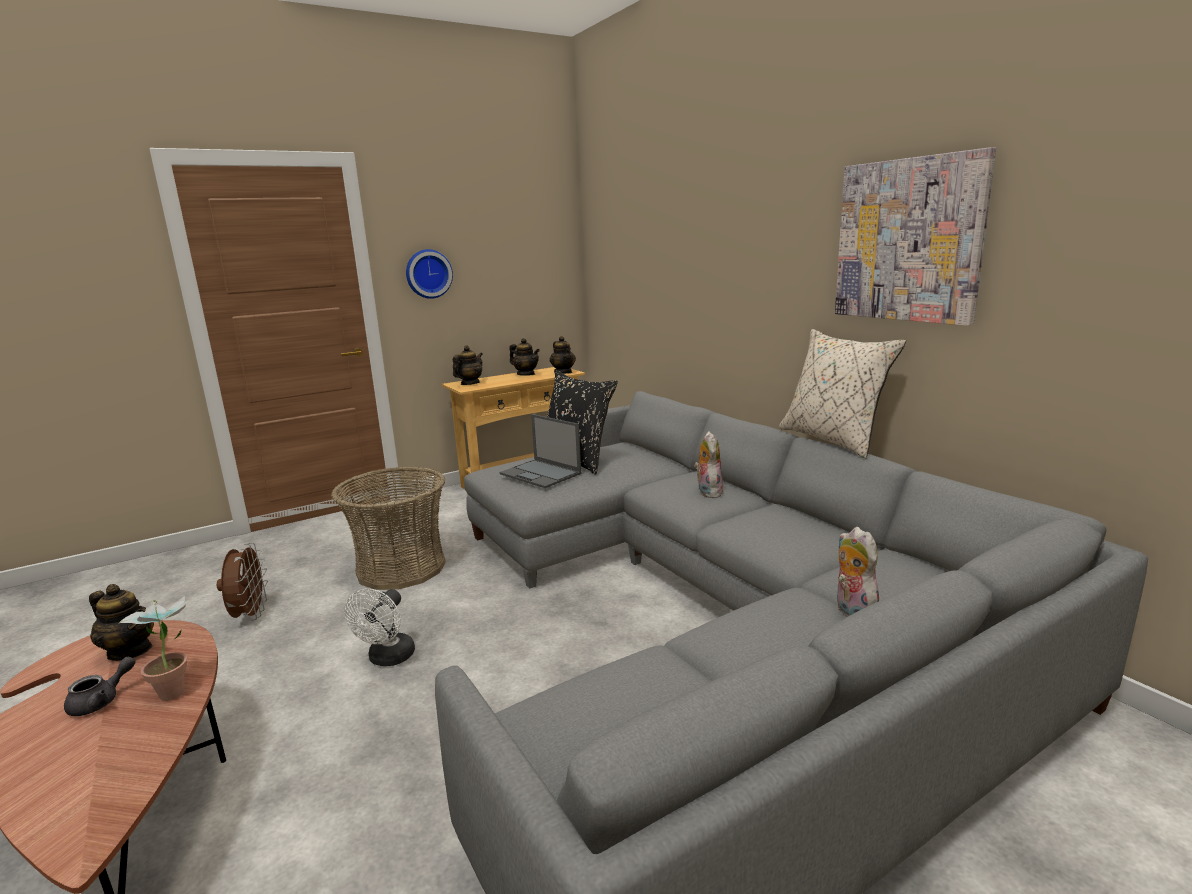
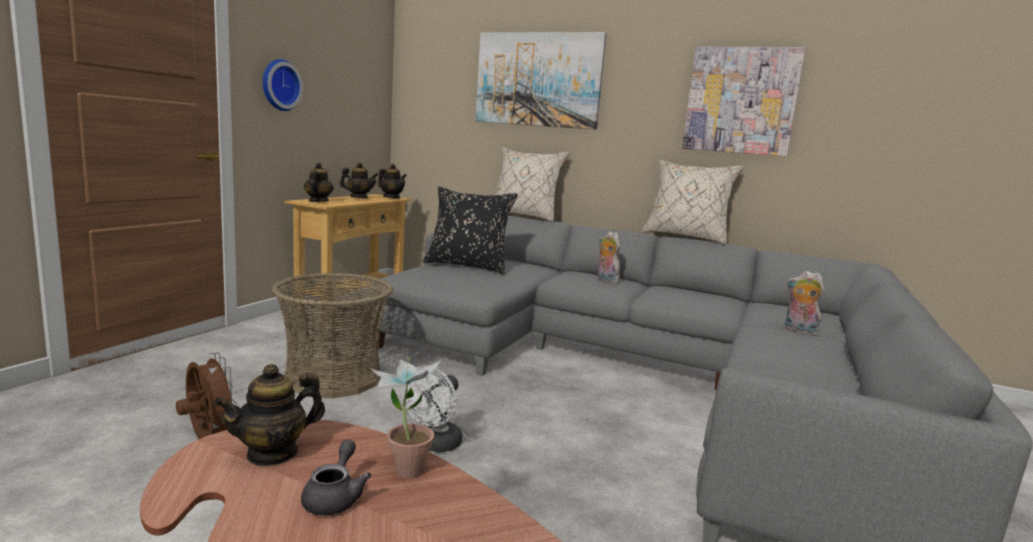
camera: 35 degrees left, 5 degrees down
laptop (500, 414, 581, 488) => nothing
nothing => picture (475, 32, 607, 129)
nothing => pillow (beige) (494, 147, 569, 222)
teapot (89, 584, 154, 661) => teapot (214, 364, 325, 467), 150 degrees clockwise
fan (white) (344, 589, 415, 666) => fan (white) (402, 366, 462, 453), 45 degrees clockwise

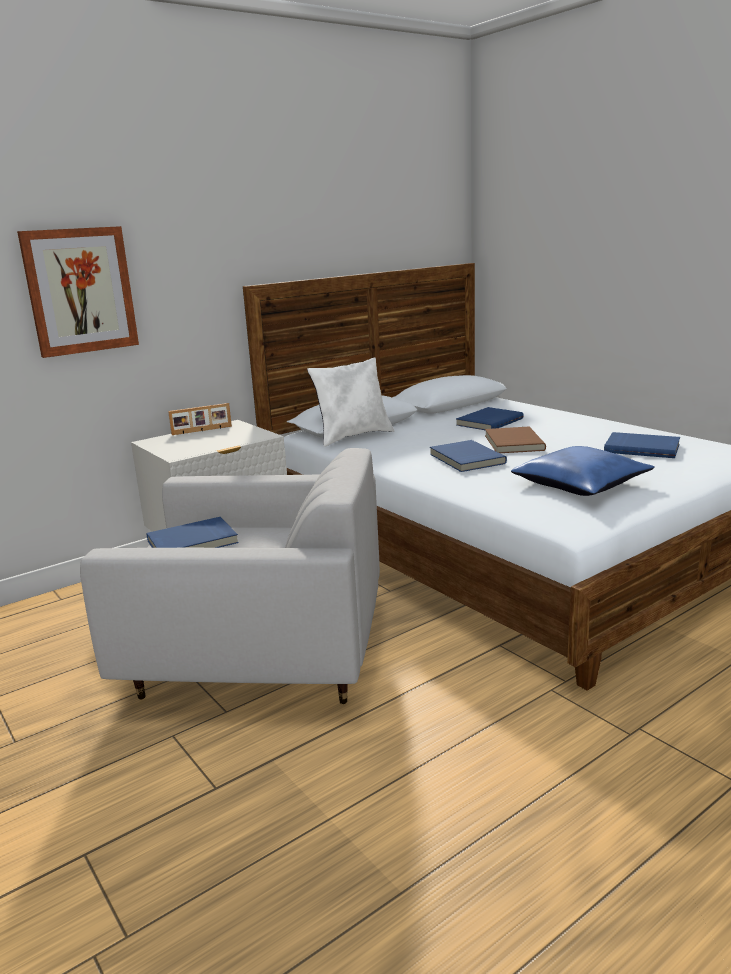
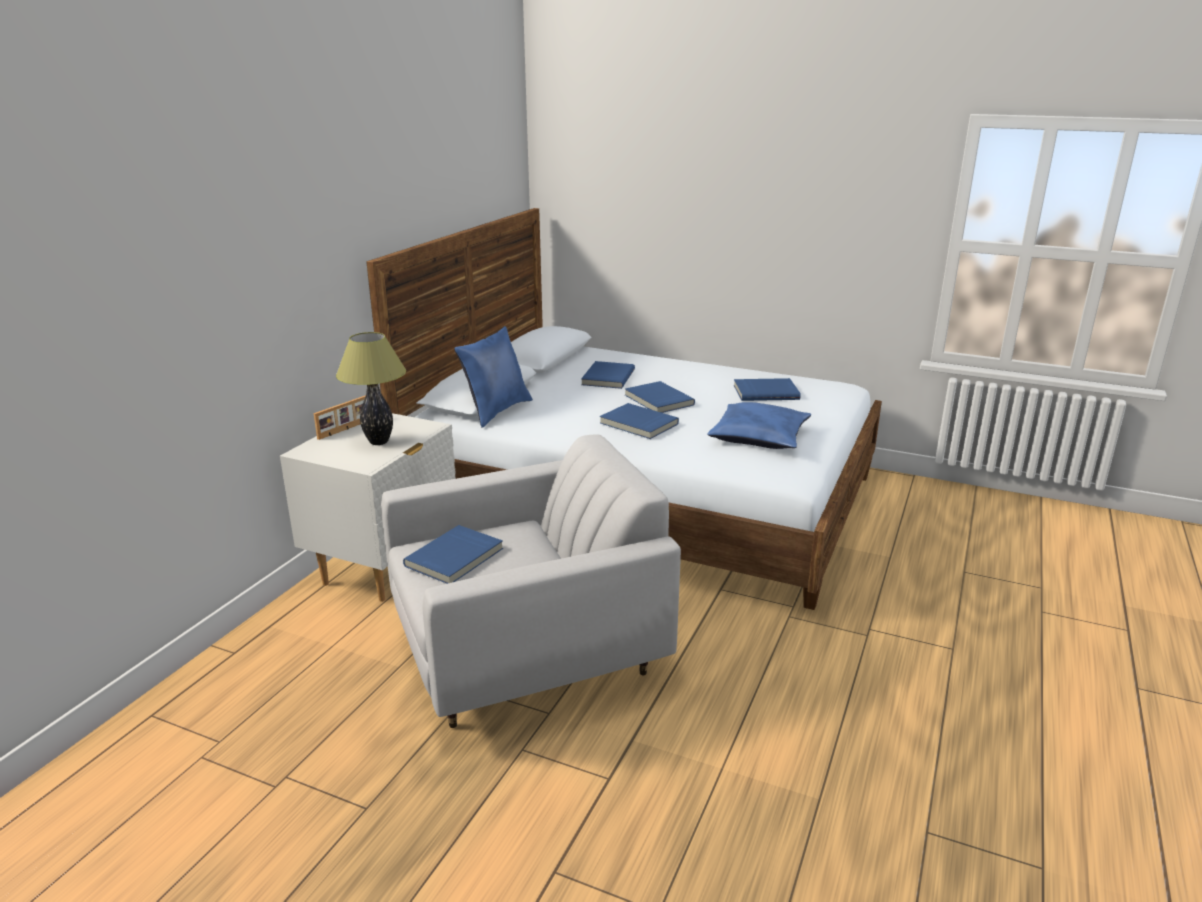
camera: 30 degrees left, 5 degrees up
picture (17, 226, 139, 358) => nothing
nothing => table lamp (336, 332, 406, 445)
pillow (white) (307, 357, 394, 447) => pillow (blue) (454, 326, 533, 428)
book (brown) (485, 427, 546, 453) => book (blue) (625, 381, 695, 413)

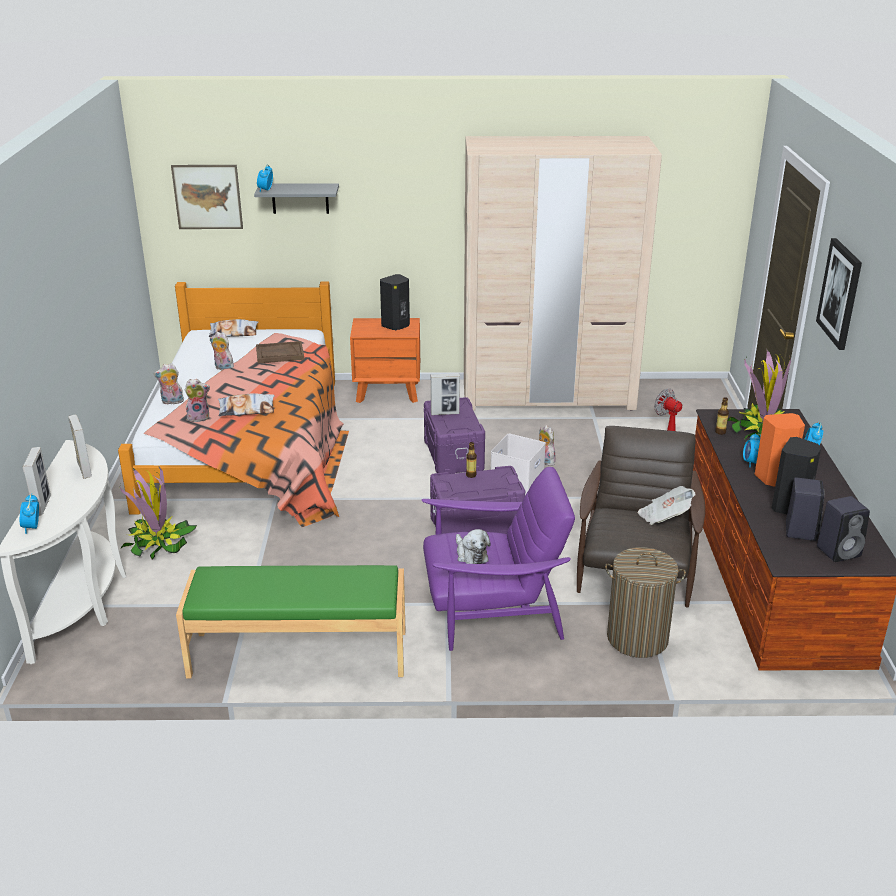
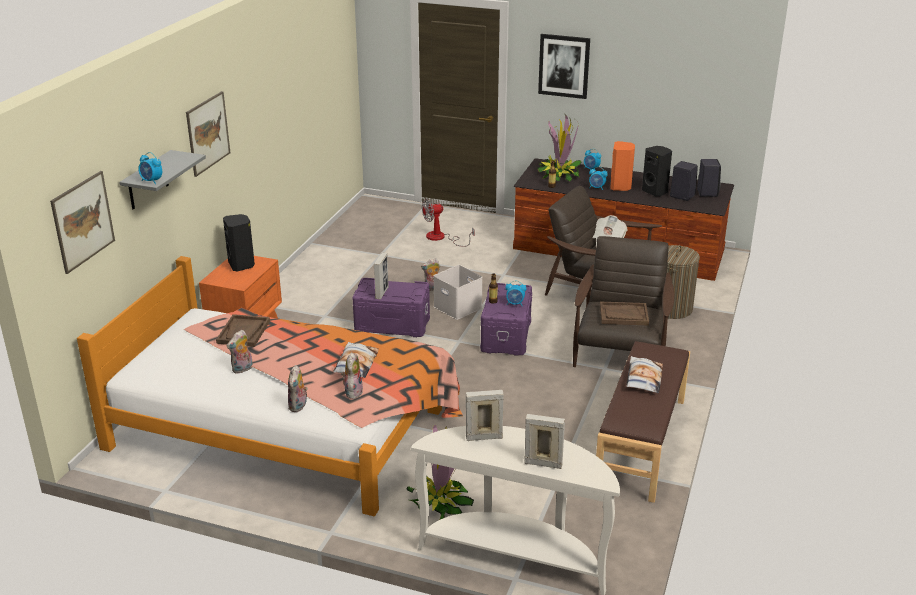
camera: 70 degrees left, 0 degrees up
wardrobe (beige) (464, 136, 662, 411) => nothing
nothing => picture (186, 91, 230, 177)
alarm clock (20, 494, 39, 534) => alarm clock (505, 281, 526, 306), relocated
pillow (209, 319, 258, 337) => pillow (626, 356, 663, 393), relocated
plush toy (456, 529, 491, 564) => tray (brown) (600, 302, 649, 326)
bench (green) (176, 565, 405, 678) => bench (brown) (596, 341, 690, 503)
armchair (purple) (421, 467, 575, 651) => armchair (brown) (573, 236, 674, 367)

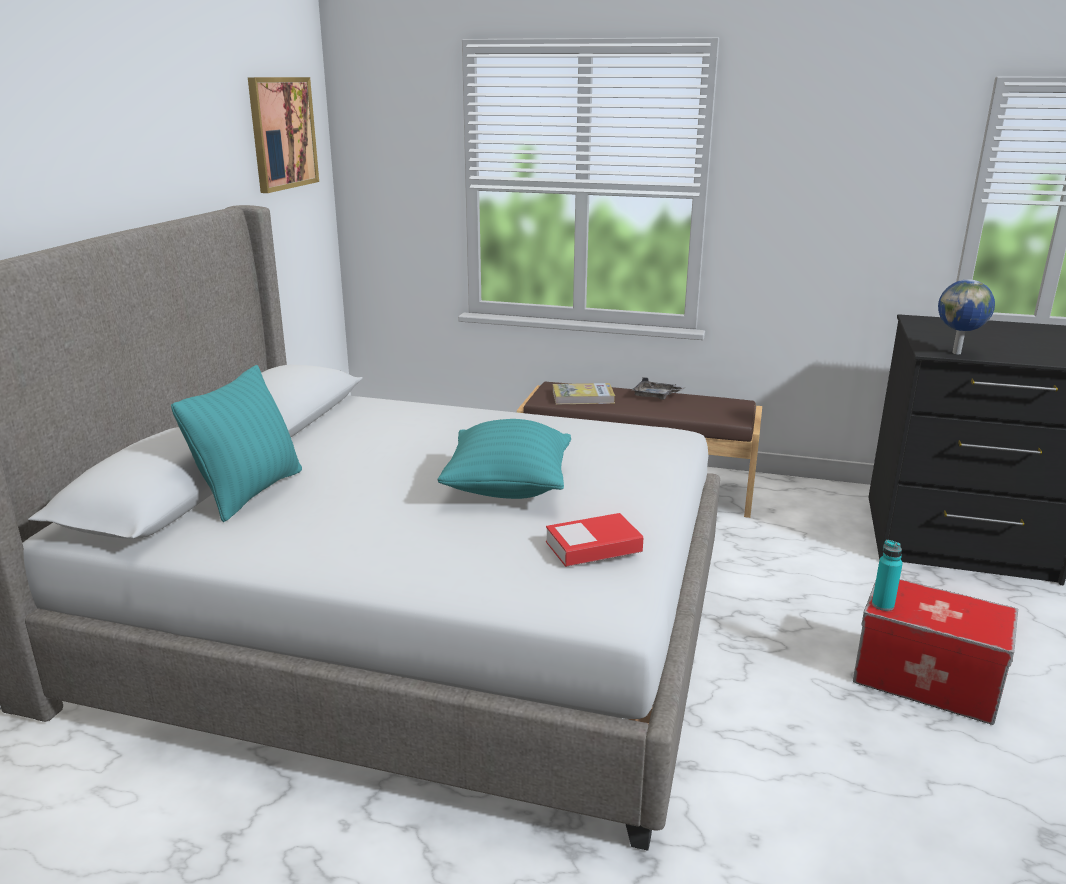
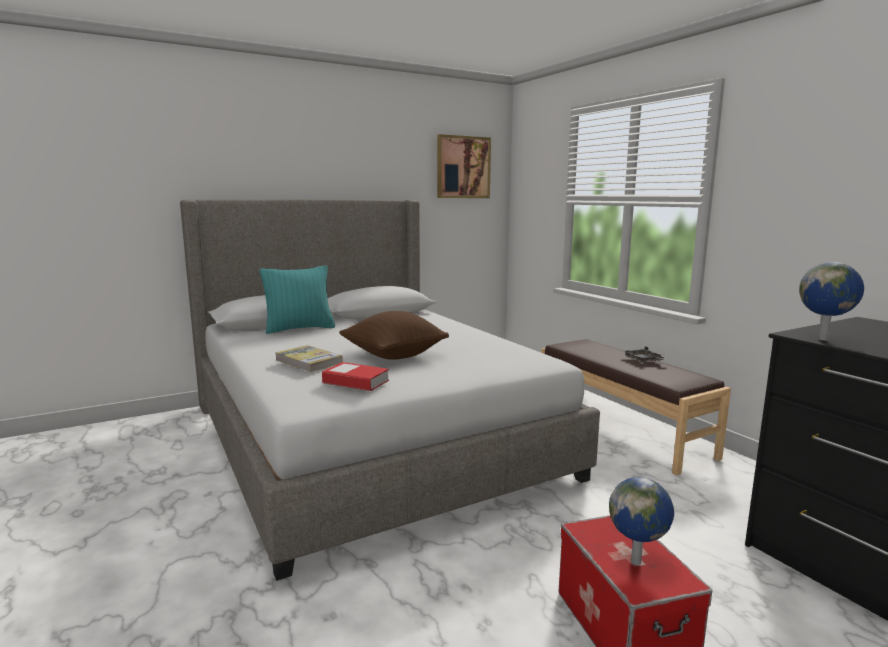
camera: 45 degrees right, 10 degrees down
bottle (turquoise) (872, 540, 903, 611) => nothing
nothing => globe (609, 477, 674, 565)
book (553, 383, 615, 404) => book (275, 345, 343, 372), relocated
pillow (turquoise) (437, 419, 571, 499) => pillow (brown) (339, 311, 449, 360)

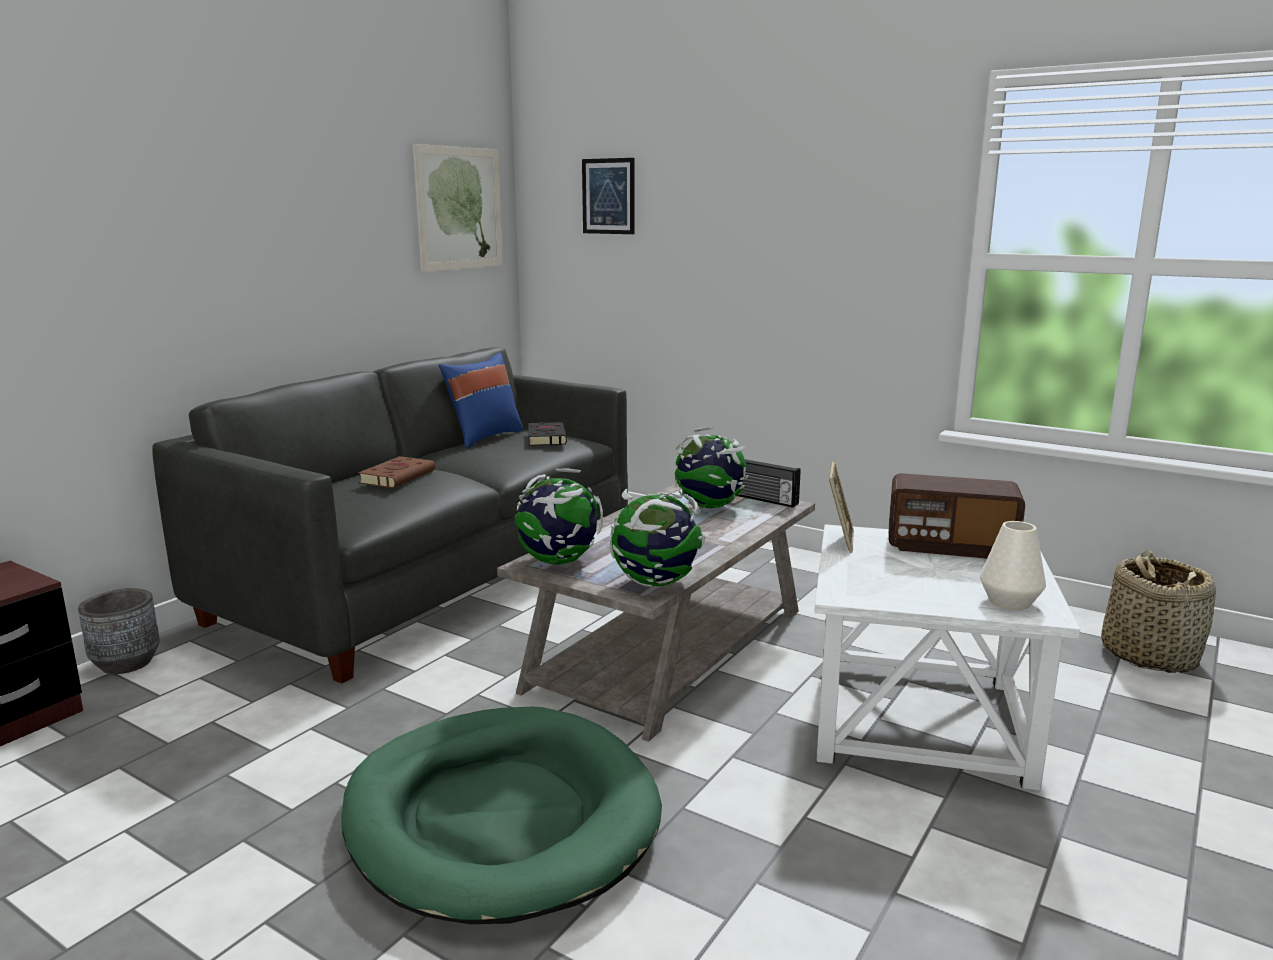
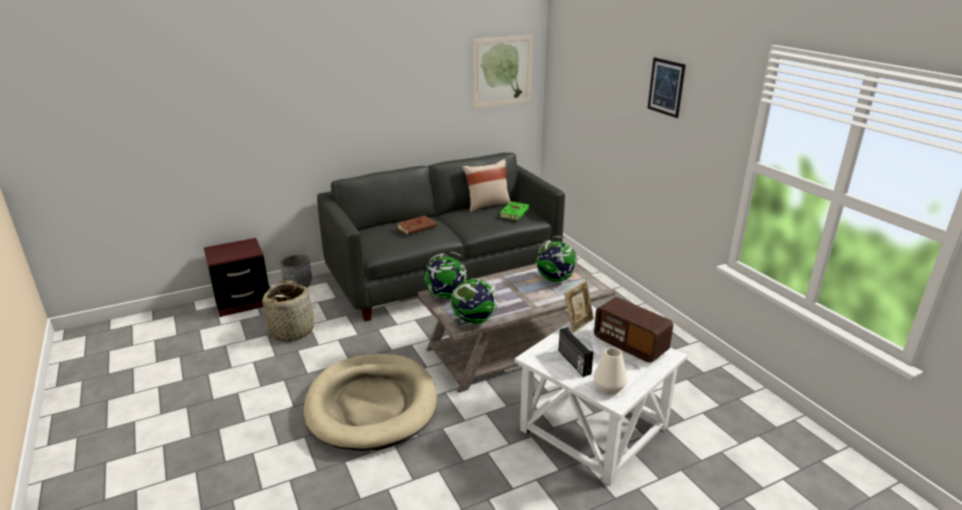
camera: 30 degrees right, 10 degrees up
picture (582, 158, 635, 234) => picture (648, 57, 686, 118), relocated
radio (737, 459, 801, 508) => radio (559, 327, 593, 377), relocated
basket (1101, 550, 1216, 673) => basket (262, 280, 315, 342), relocated
dog bed (green) (341, 707, 662, 924) => dog bed (beige) (304, 354, 437, 451)
pillow (blue) (438, 352, 524, 449) => pillow (beige) (462, 159, 511, 212)
book (black) (528, 422, 567, 446) => book (green) (500, 202, 530, 220)

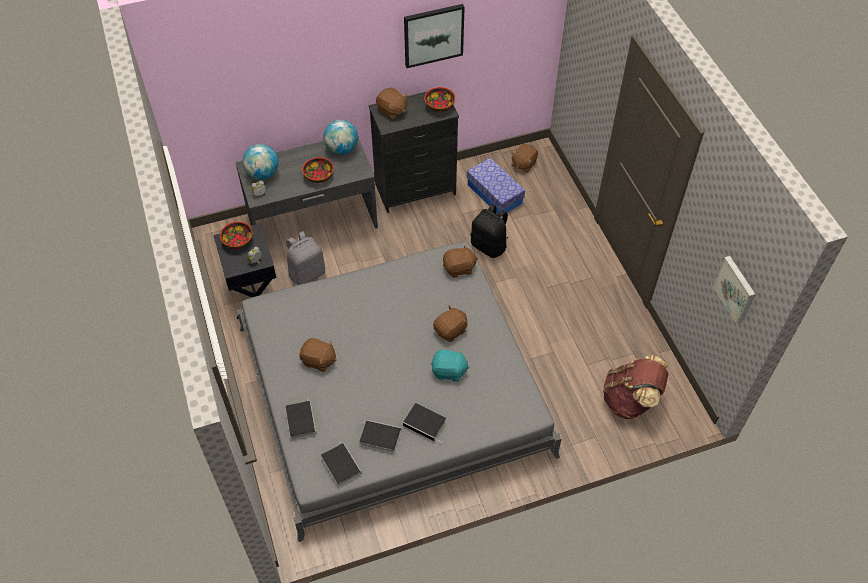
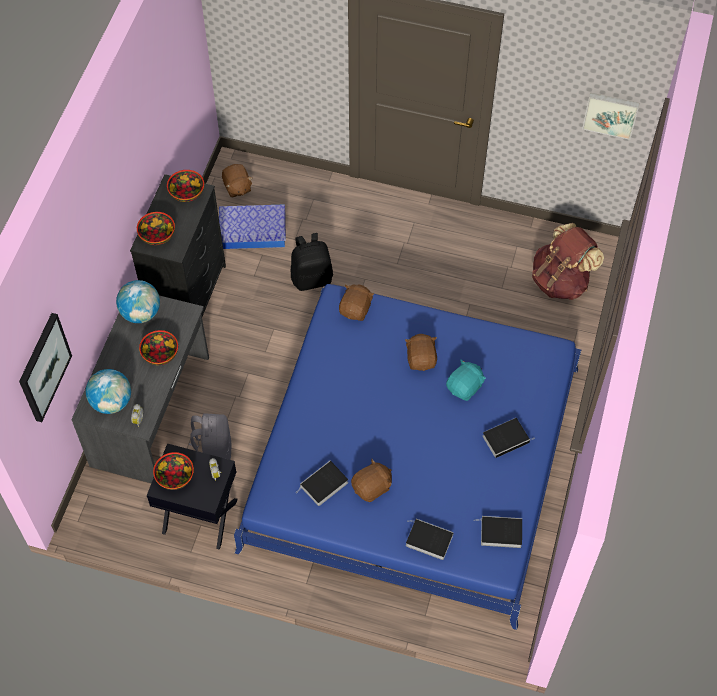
camera: 55 degrees left, 5 degrees up
book (359, 420, 401, 453) => book (296, 461, 348, 506), relocated
picture (404, 4, 465, 68) => picture (19, 313, 72, 422), relocated
plush toy (brown) (376, 87, 407, 120) => bowl (137, 212, 175, 245)
bed (grey) (236, 241, 562, 542) => bed (blue) (234, 284, 581, 630)

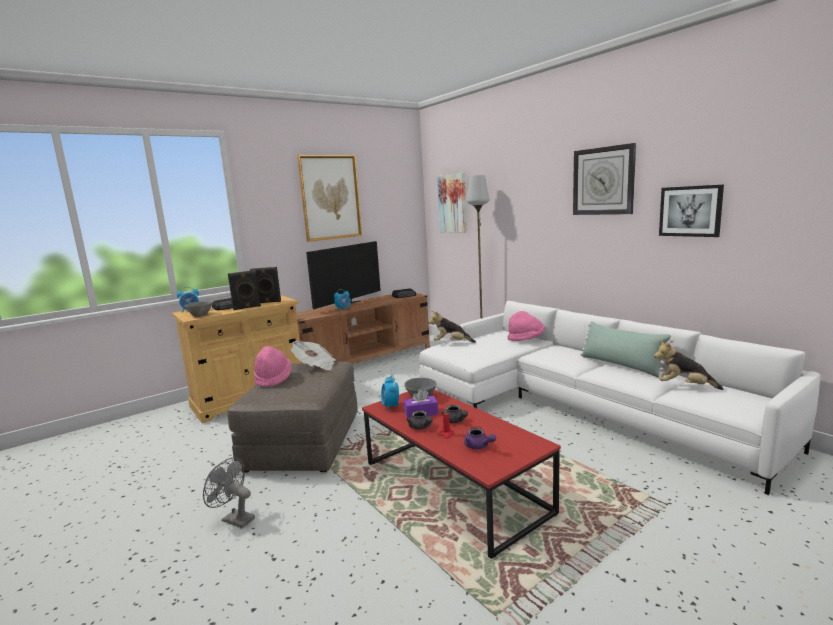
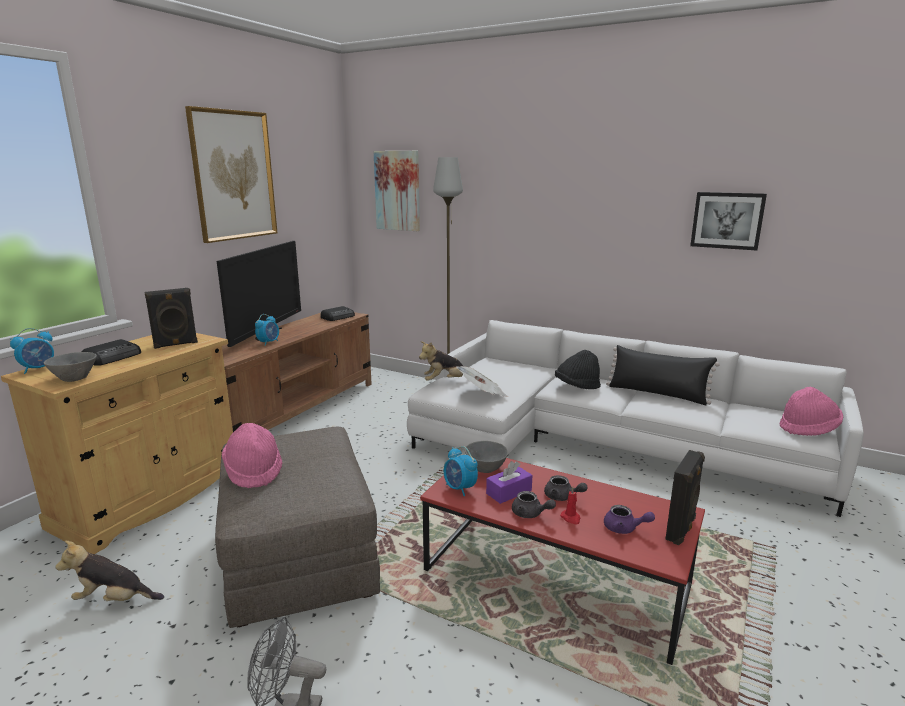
camera: 25 degrees left, 5 degrees up
wall clock (573, 143, 636, 215) => nothing
nothing => hat (black) (555, 350, 601, 389)
speaker (black) (228, 270, 261, 310) => speaker (black) (665, 450, 705, 545), relocated
newspaper (291, 341, 336, 370) => newspaper (456, 366, 508, 397), relocated
hat (pink) (507, 311, 545, 341) => hat (pink) (779, 387, 843, 436), relocated
plush toy (654, 340, 723, 390) => plush toy (55, 541, 164, 601), relocated
pillow (green) (580, 321, 674, 378) => pillow (black) (606, 345, 720, 405)

